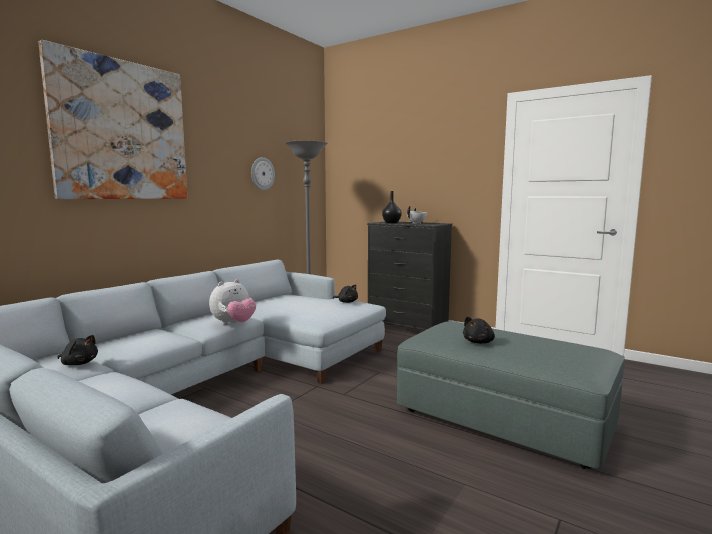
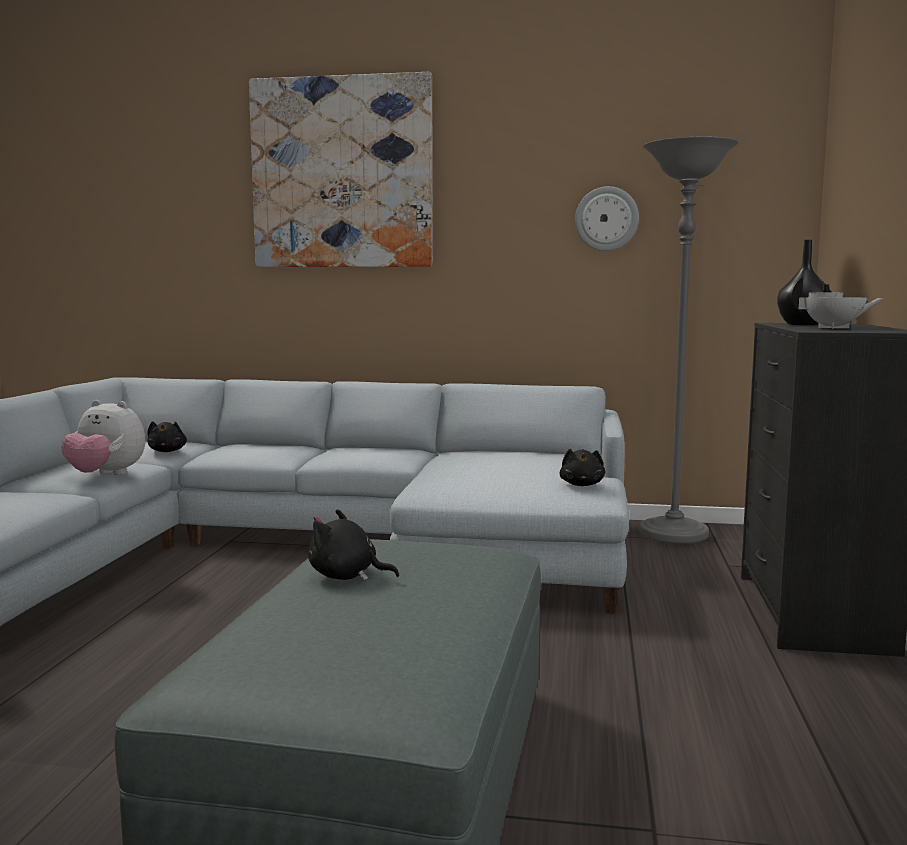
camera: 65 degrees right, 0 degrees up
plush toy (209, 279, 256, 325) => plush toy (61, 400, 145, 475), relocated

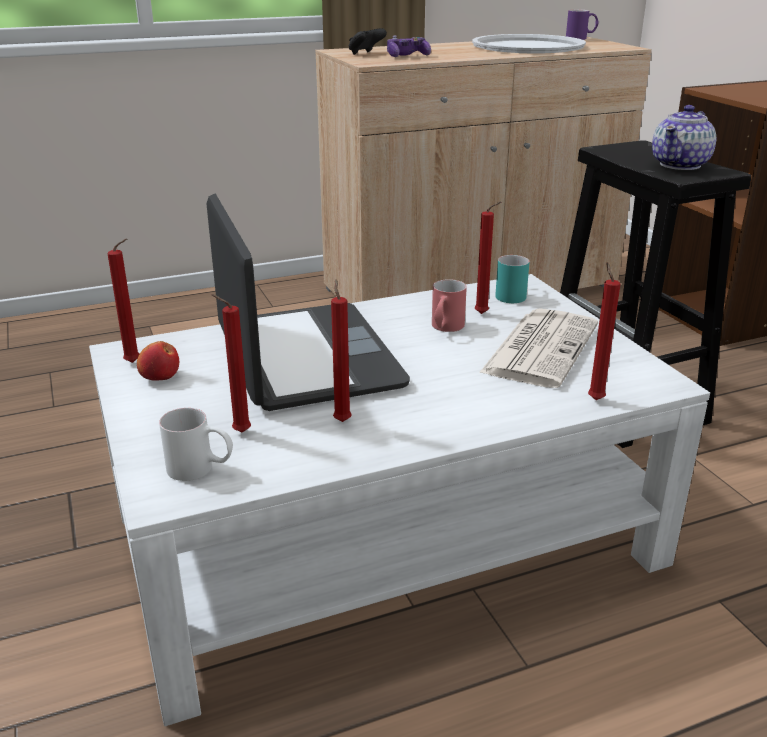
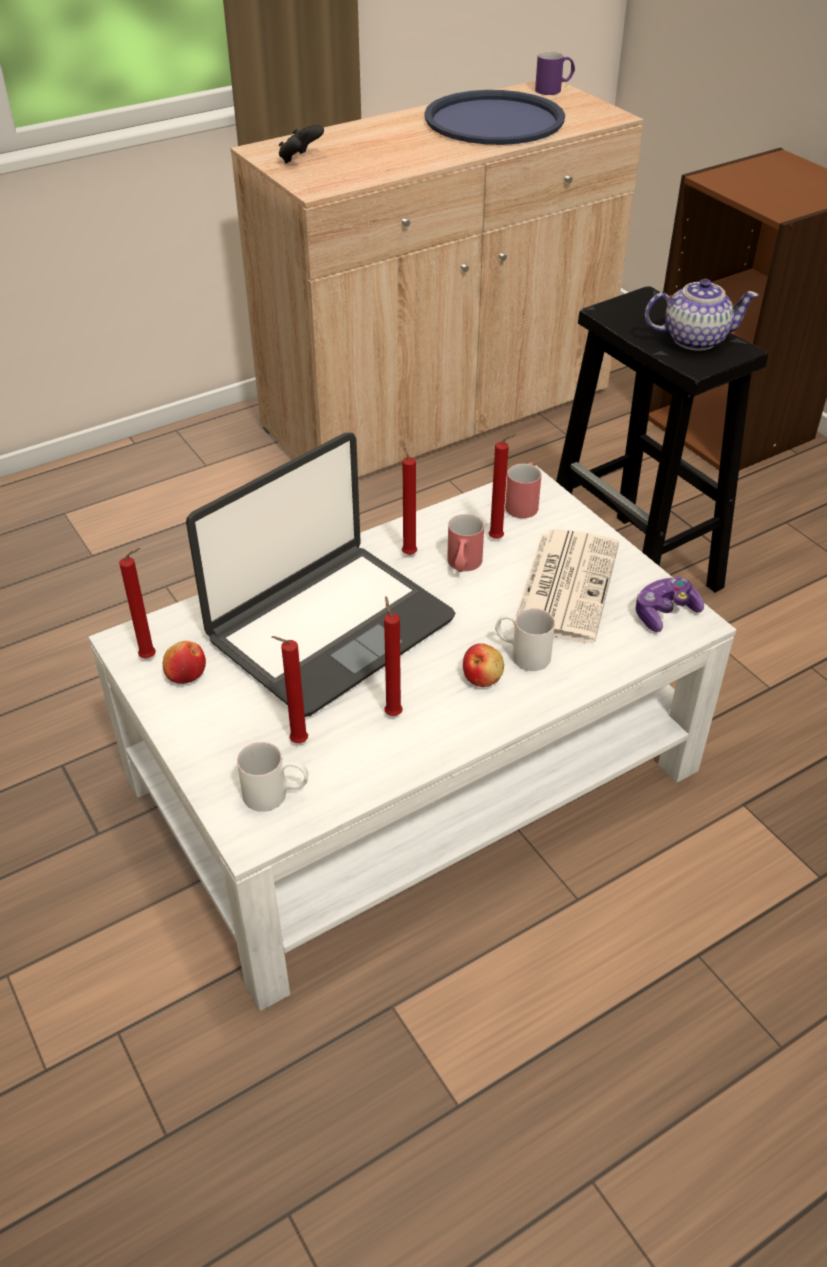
camera: 10 degrees left, 15 degrees up
nothing => apple (463, 643, 504, 687)
nothing => mug (white) (495, 608, 555, 671)
game controller (387, 36, 431, 57) => game controller (635, 577, 704, 632), relocated
candle (red) (588, 263, 620, 400) => candle (red) (402, 442, 417, 555), relocated
tray (white) (472, 34, 586, 53) => tray (blue) (424, 90, 565, 145)
mug (turquoise) (495, 255, 530, 303) => mug (red) (505, 463, 542, 518)
laptop (206, 194, 410, 411) => laptop (186, 432, 455, 717), 75 degrees clockwise
teapot (652, 105, 716, 170) => teapot (645, 279, 759, 351), 120 degrees counterclockwise

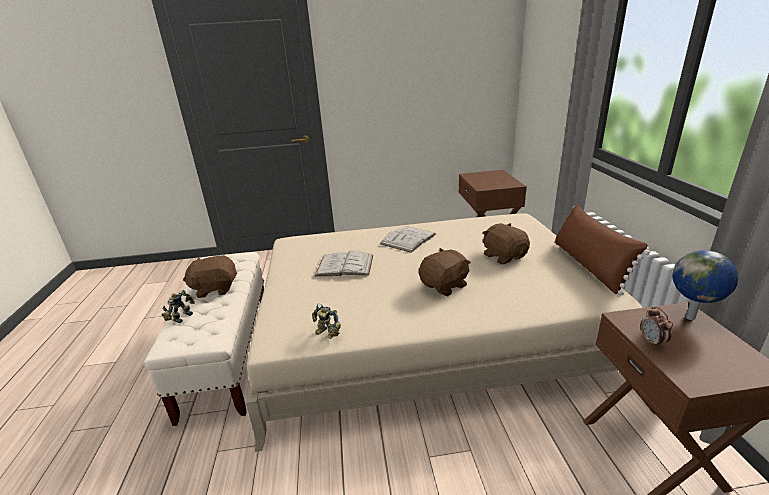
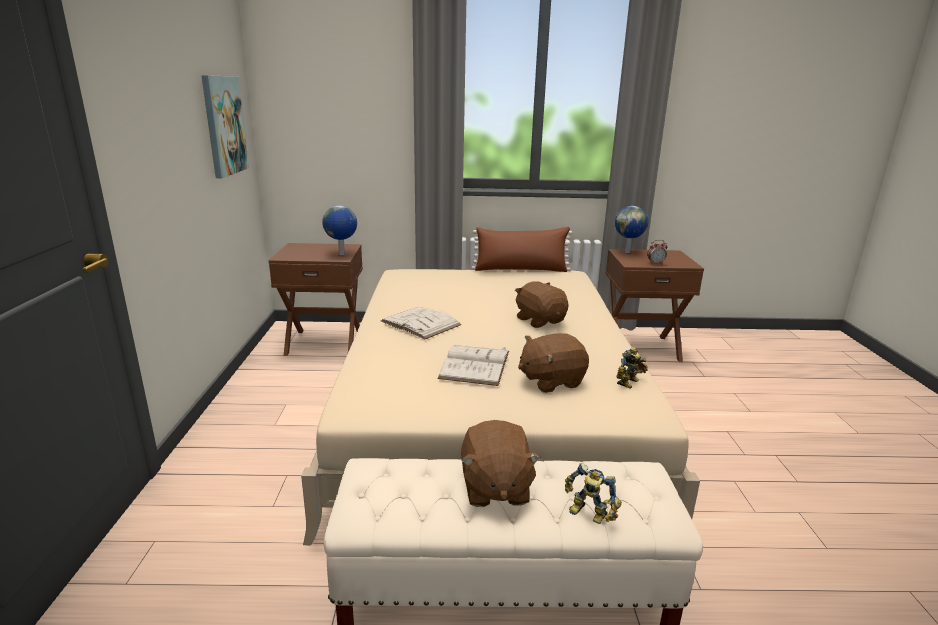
camera: 85 degrees left, 5 degrees down
nothing => picture (201, 75, 249, 178)
nothing => globe (322, 205, 357, 255)
plush toy (brown) (483, 223, 530, 264) => plush toy (brown) (518, 333, 589, 393), relocated

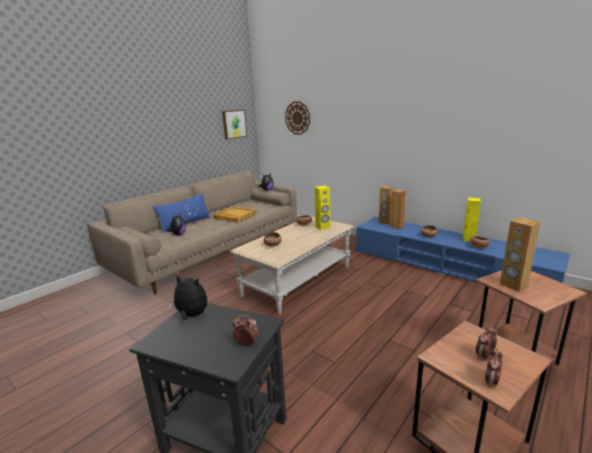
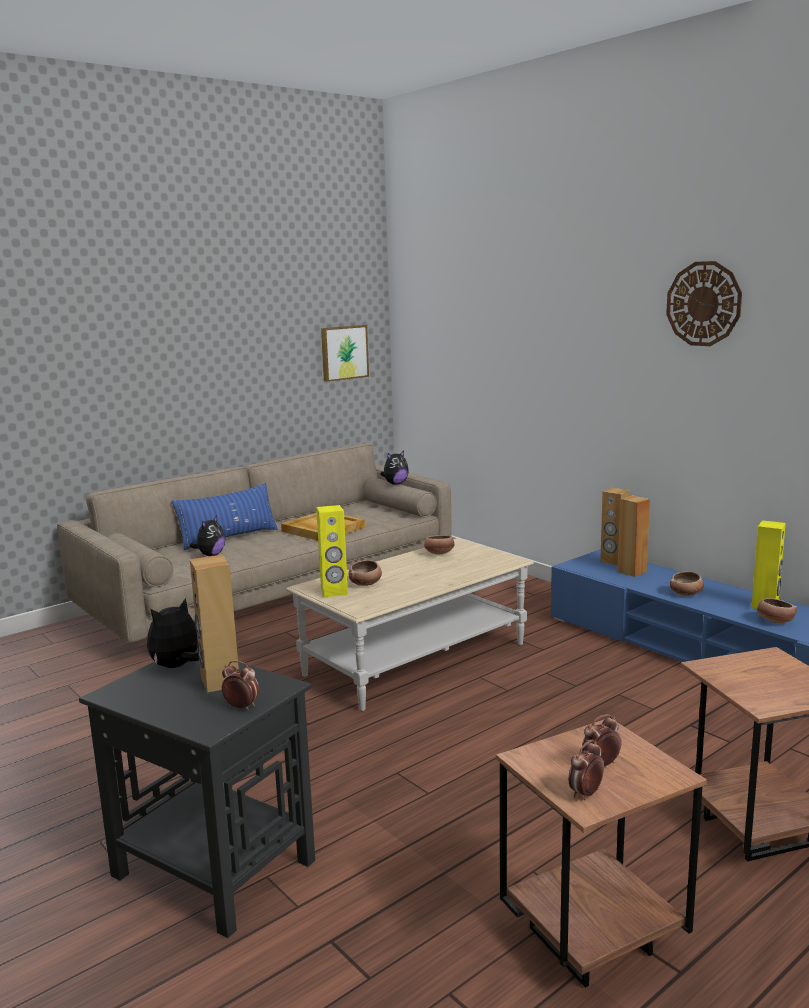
camera: 10 degrees right, 5 degrees down
wall clock (285, 101, 310, 135) => wall clock (666, 261, 742, 346), relocated
speaker (yellow) (315, 186, 330, 230) => speaker (yellow) (316, 505, 348, 597), relocated
speaker (brown) (500, 217, 540, 292) => speaker (brown) (190, 554, 239, 692), relocated
plush toy (168, 275, 207, 320) => plush toy (147, 598, 199, 668), 75 degrees counterclockwise

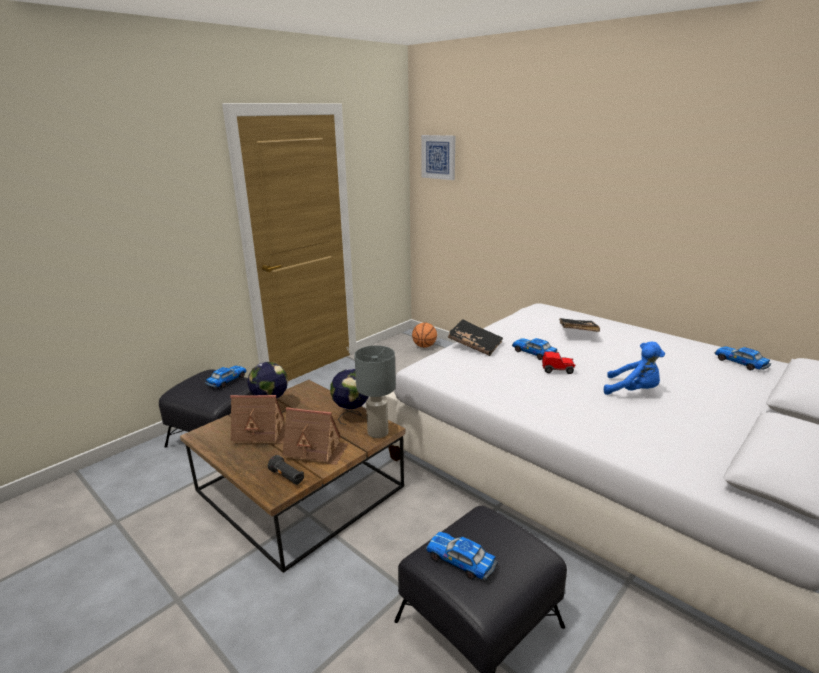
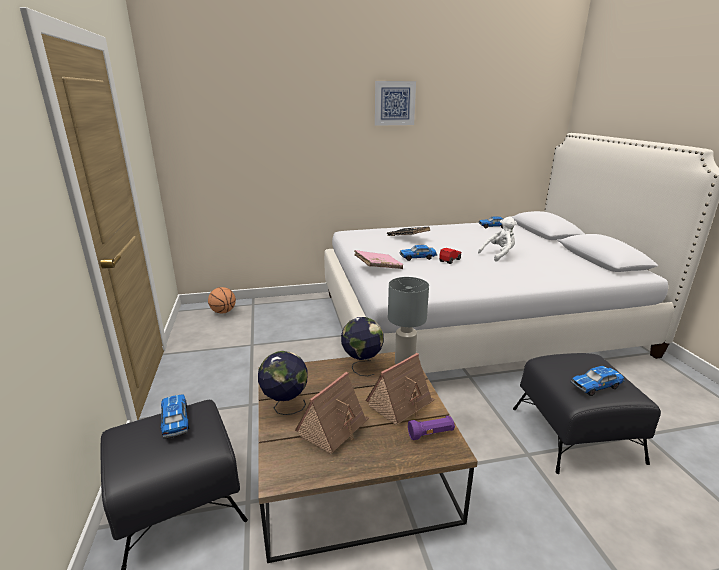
camera: 55 degrees left, 0 degrees up
picture (421, 135, 455, 180) => picture (375, 81, 416, 126), relocated
flashlight (black) (268, 455, 304, 485) => flashlight (purple) (408, 416, 455, 440)
book (black) (448, 319, 503, 356) => book (pink) (354, 250, 403, 269)
plush toy (blue) (604, 342, 665, 395) => plush toy (white) (478, 216, 517, 261)

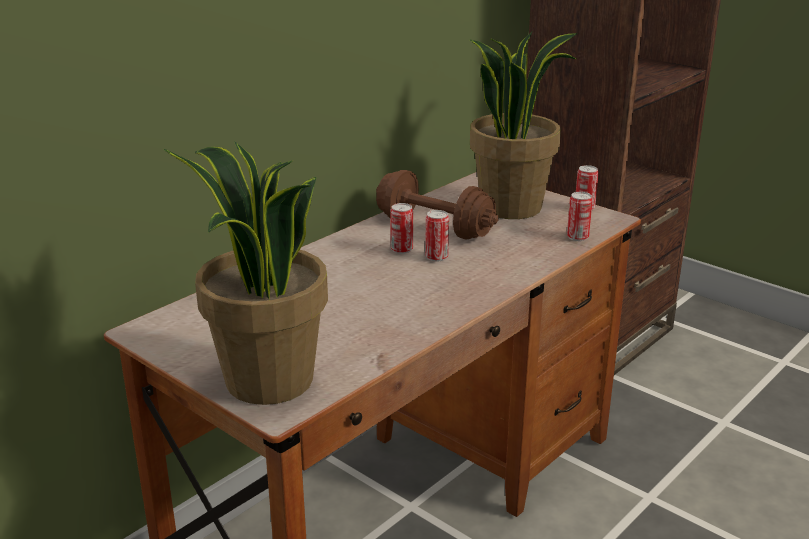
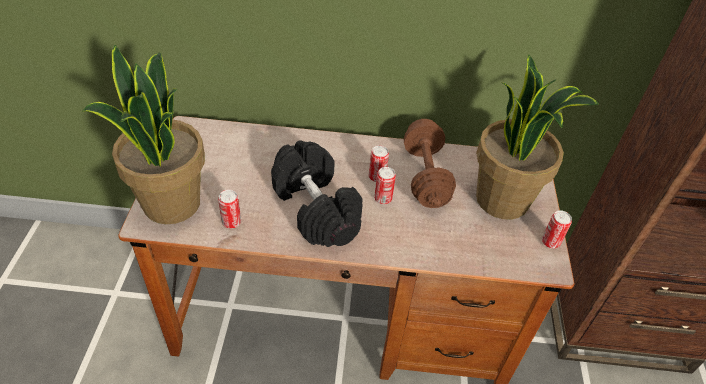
camera: 50 degrees right, 20 degrees up
nothing => dumbbell (black) (271, 140, 363, 247)
can (567, 192, 593, 241) => can (218, 189, 241, 229), relocated

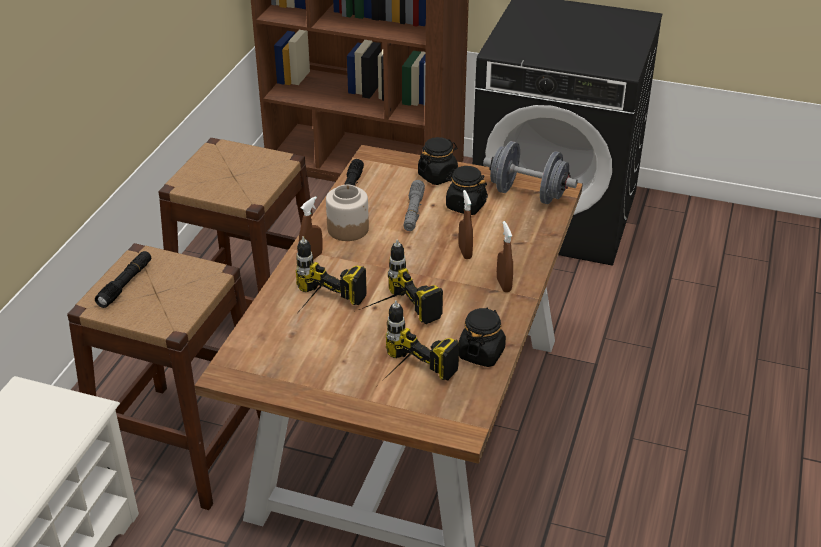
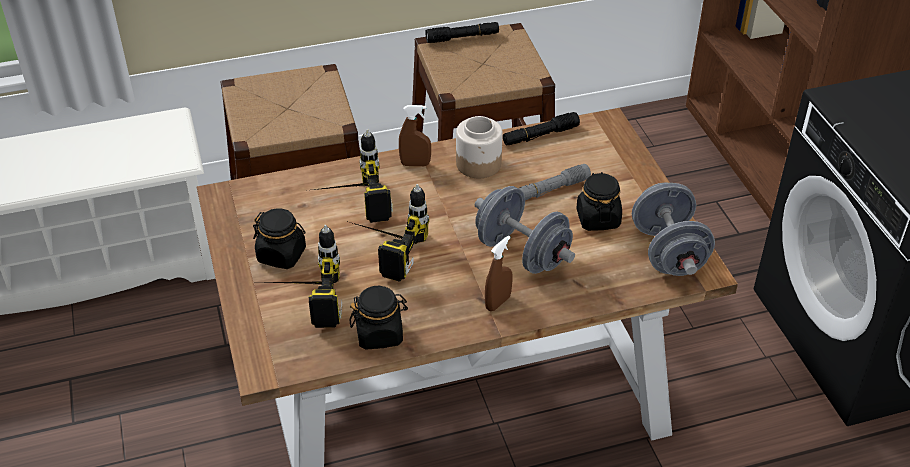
camera: 55 degrees right, 5 degrees up
flashlight (black) (95, 251, 151, 308) => flashlight (black) (425, 22, 499, 43), relocated
jar (black) (418, 137, 458, 185) => jar (black) (253, 208, 306, 269), relocated
spray bottle (brown) (458, 190, 473, 259) => dumbbell (grey) (475, 186, 575, 274)

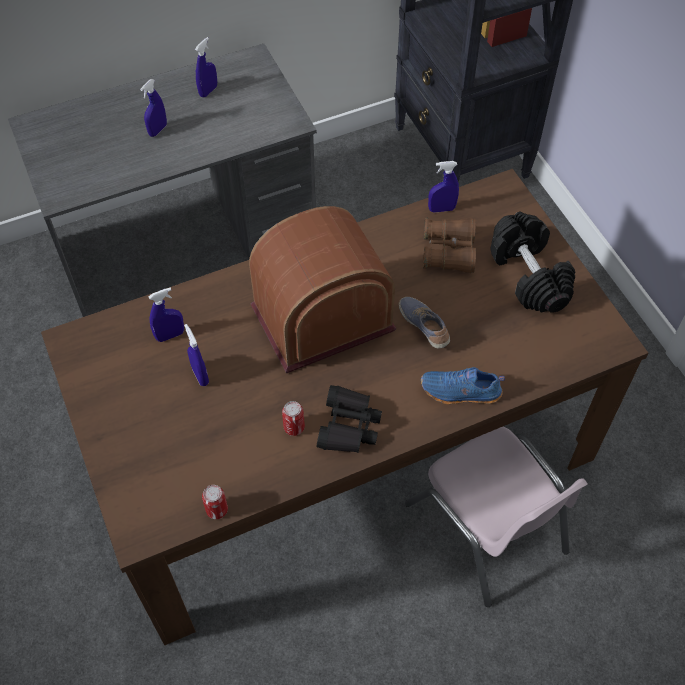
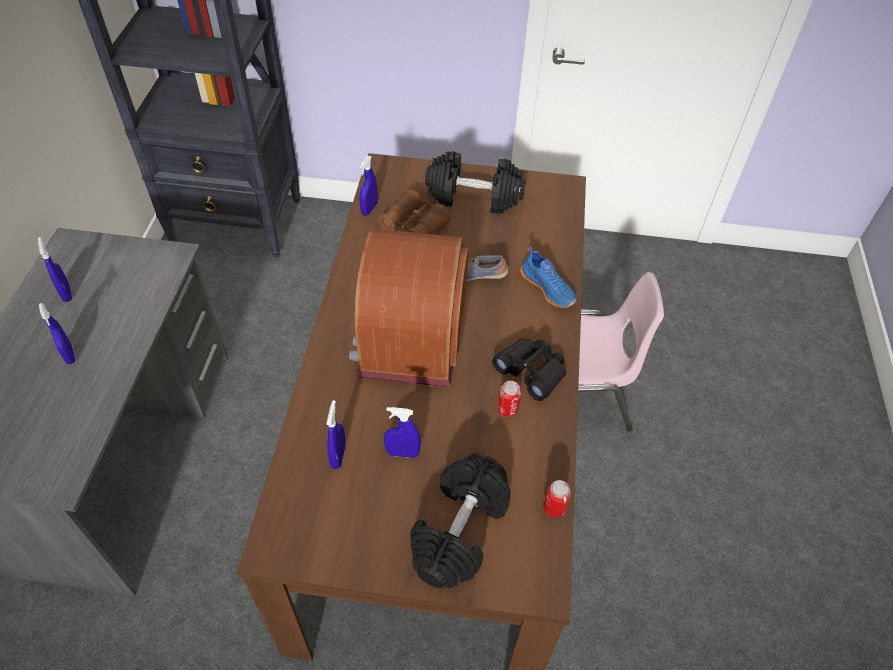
camera: 60 degrees left, 5 degrees down
nothing => dumbbell (black) (410, 453, 511, 588)
shoe (blue) (421, 367, 505, 404) => shoe (blue) (520, 246, 577, 308), 75 degrees counterclockwise

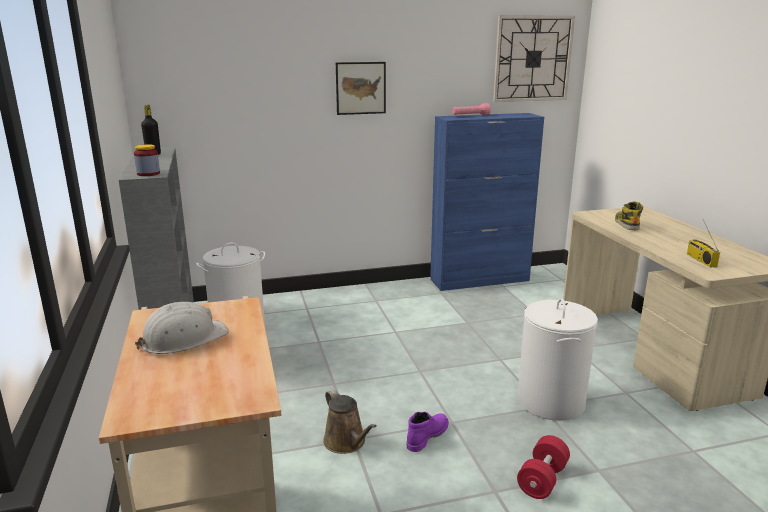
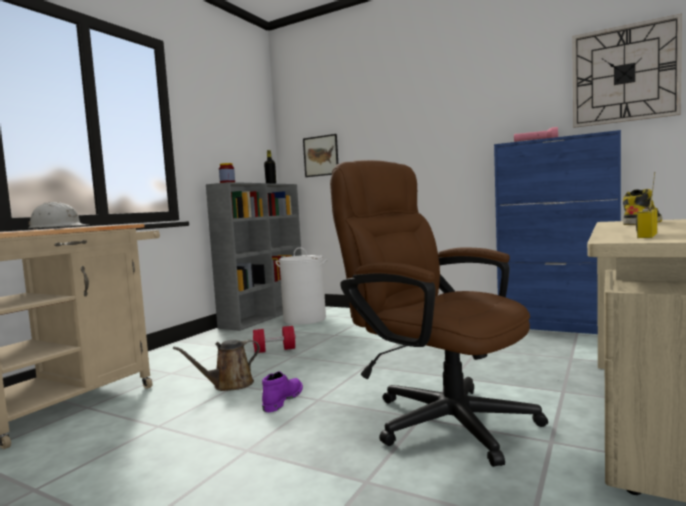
camera: 45 degrees right, 15 degrees down
picture (336, 62, 386, 115) => picture (303, 134, 338, 177), relocated
dumbbell (red) (517, 435, 570, 499) => dumbbell (red) (252, 326, 296, 353), relocated
laundry basket (white) (517, 298, 598, 421) => office chair (brown) (330, 160, 548, 467)
watering can (brown) (323, 389, 377, 454) => watering can (brown) (173, 340, 260, 391), 45 degrees clockwise
boot (purple) (406, 412, 449, 452) => boot (purple) (262, 371, 303, 412), 60 degrees counterclockwise

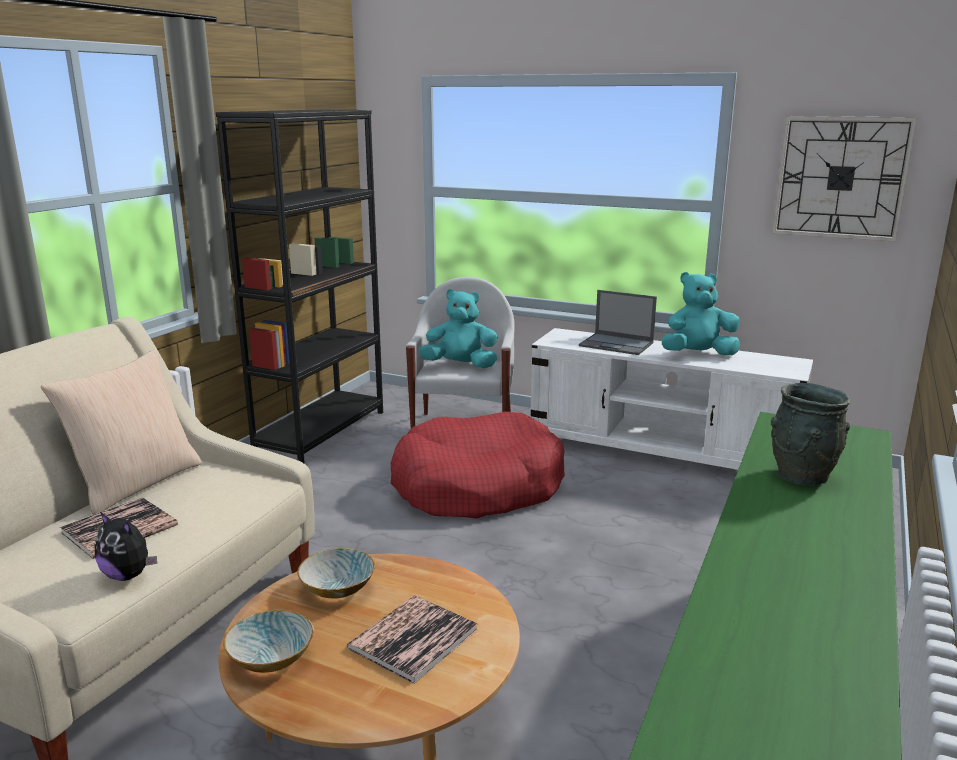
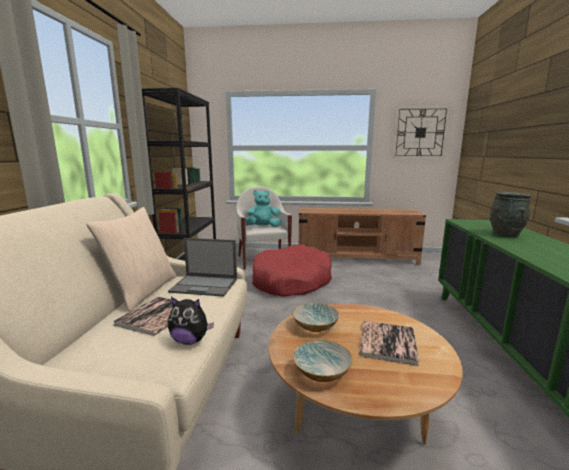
camera: 20 degrees left, 5 degrees down
plush toy (turquoise) (661, 272, 740, 355) => nothing
laptop (579, 290, 657, 355) => laptop (168, 238, 237, 297), relocated
tv stand (white) (530, 328, 813, 470) => tv stand (brown) (299, 208, 426, 265)

